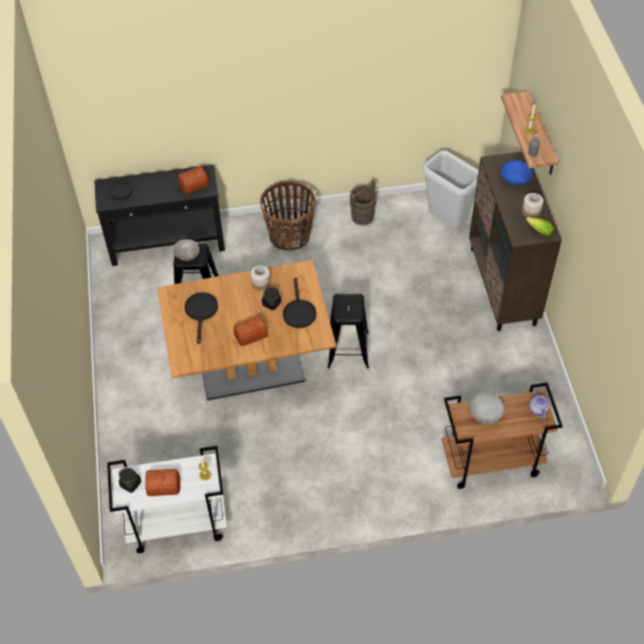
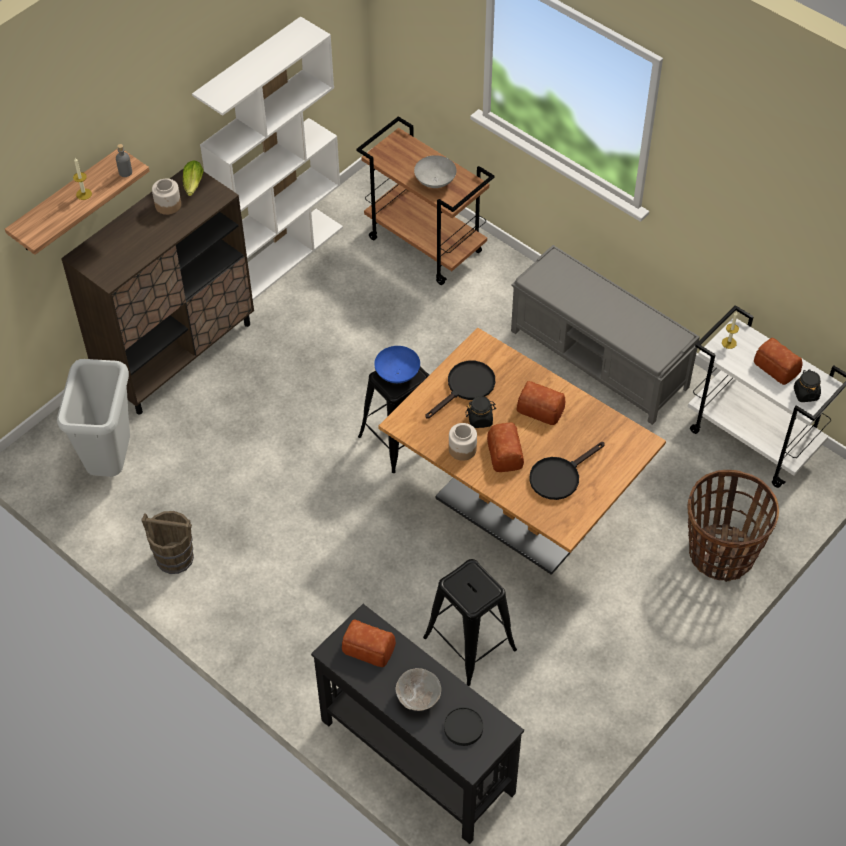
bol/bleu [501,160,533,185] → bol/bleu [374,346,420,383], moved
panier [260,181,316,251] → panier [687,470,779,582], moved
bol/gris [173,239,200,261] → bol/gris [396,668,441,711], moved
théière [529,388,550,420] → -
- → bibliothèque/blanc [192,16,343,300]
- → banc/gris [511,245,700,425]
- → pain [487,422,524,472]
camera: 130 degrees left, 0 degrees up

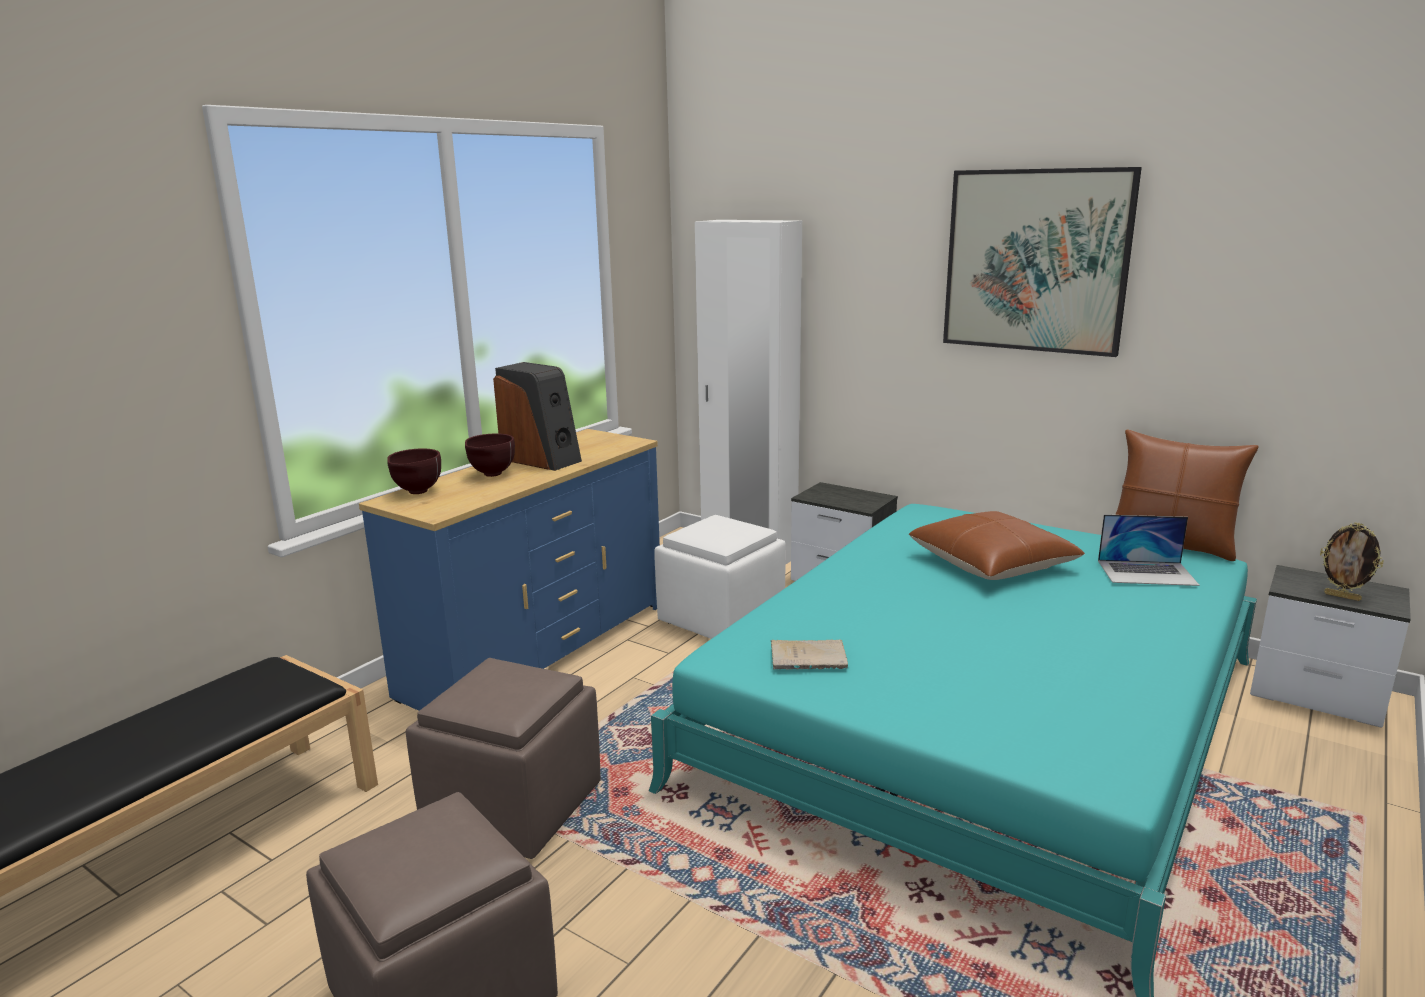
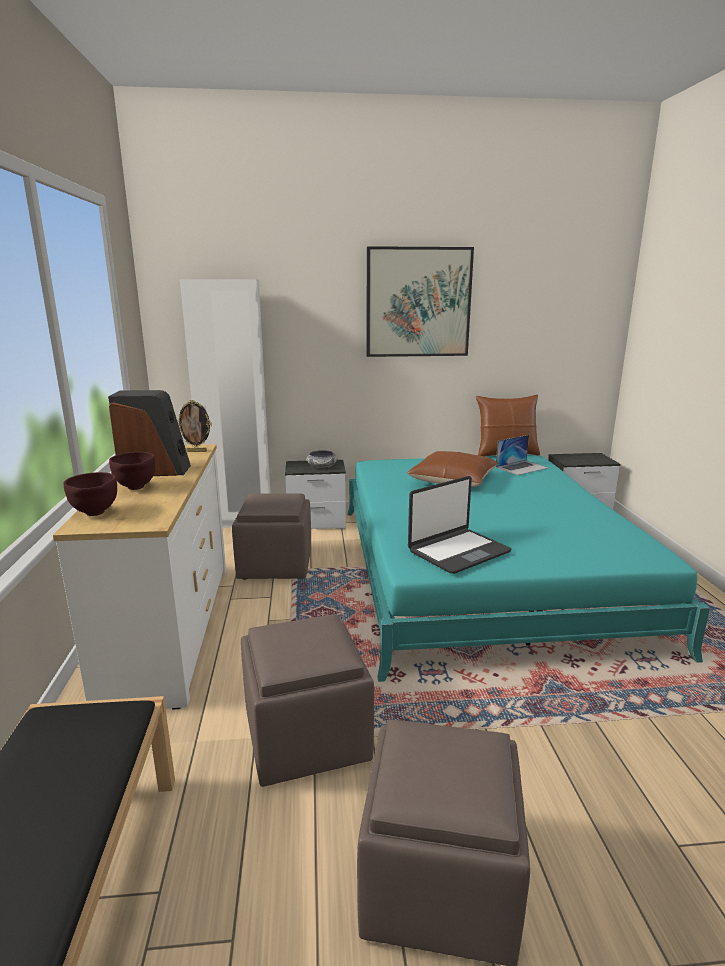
commode/bleu [359,429,660,711] → commode/blanc [53,444,226,710]
pouf/blanc [654,515,786,639] → pouf/marron [232,493,311,579]
cadre photo [1320,523,1384,601] → cadre photo [177,400,212,452], moved
livre/beige [771,639,848,670] → ordinateur portable [408,476,511,574]
- → bol [306,450,338,468]
camera: 40 degrees left, 0 degrees up

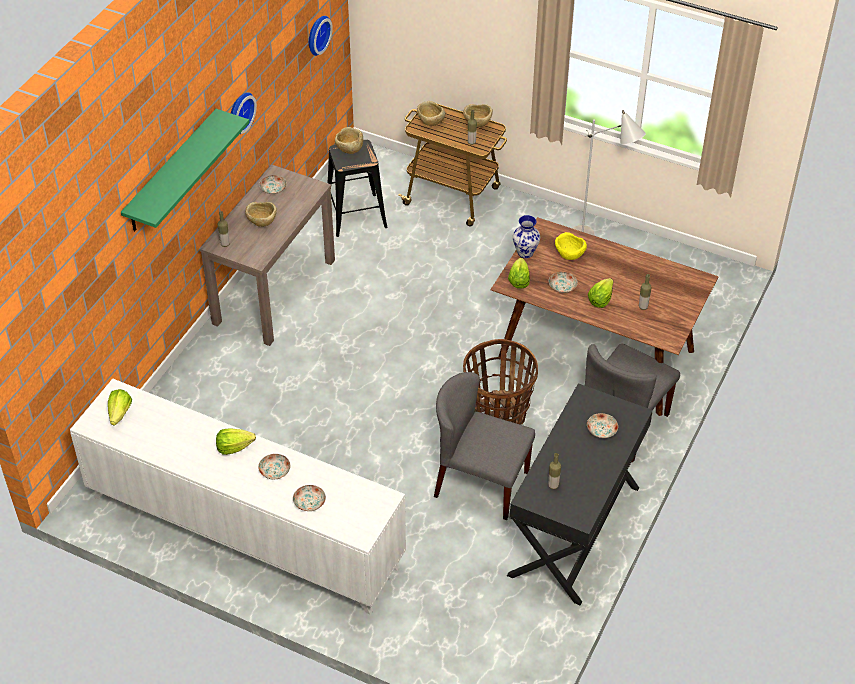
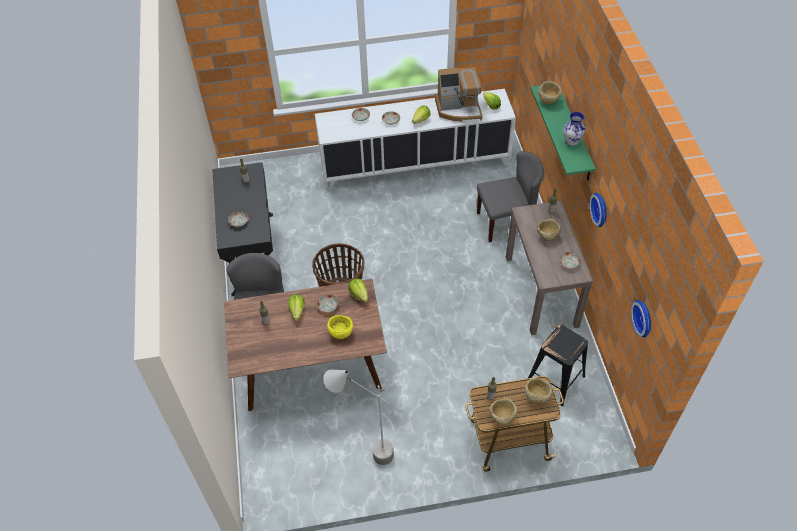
bol/beige [335,127,363,154] → bol/beige [538,81,561,104], moved
vase [513,215,540,258] → vase [563,112,586,146], moved
chaise/gris [434,372,535,520] → chaise/gris [477,151,544,242], moved
- → machine à café [435,67,483,121]
camera: 145 degrees right, 5 degrees up

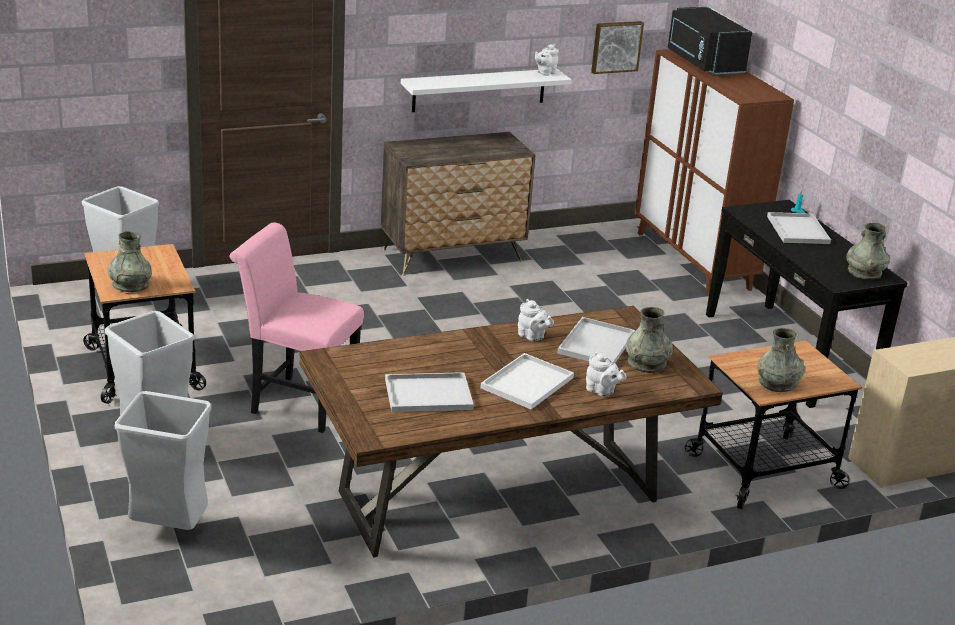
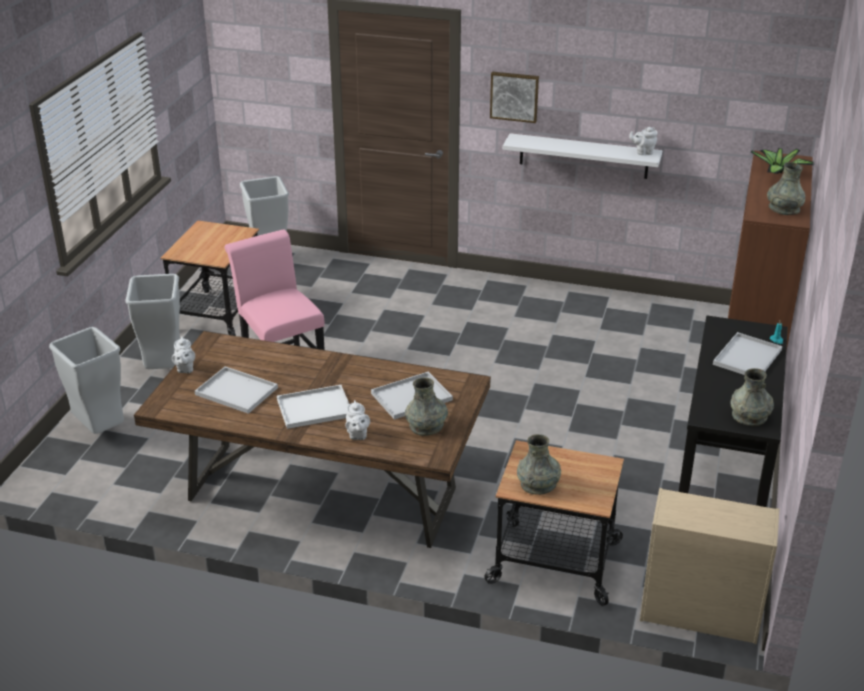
micro-ondes/noir [668,7,752,75] → plante en pot [751,148,814,174]
tableau [591,21,644,74] → tableau [490,72,539,123], moved
commode [381,132,535,276] → -
vase/gris [108,232,152,292] → vase/gris [767,162,806,215], moved
théière/blanc [518,299,554,341] → théière/blanc [172,336,195,373], moved
camera: 40 degrees right, 5 degrees up

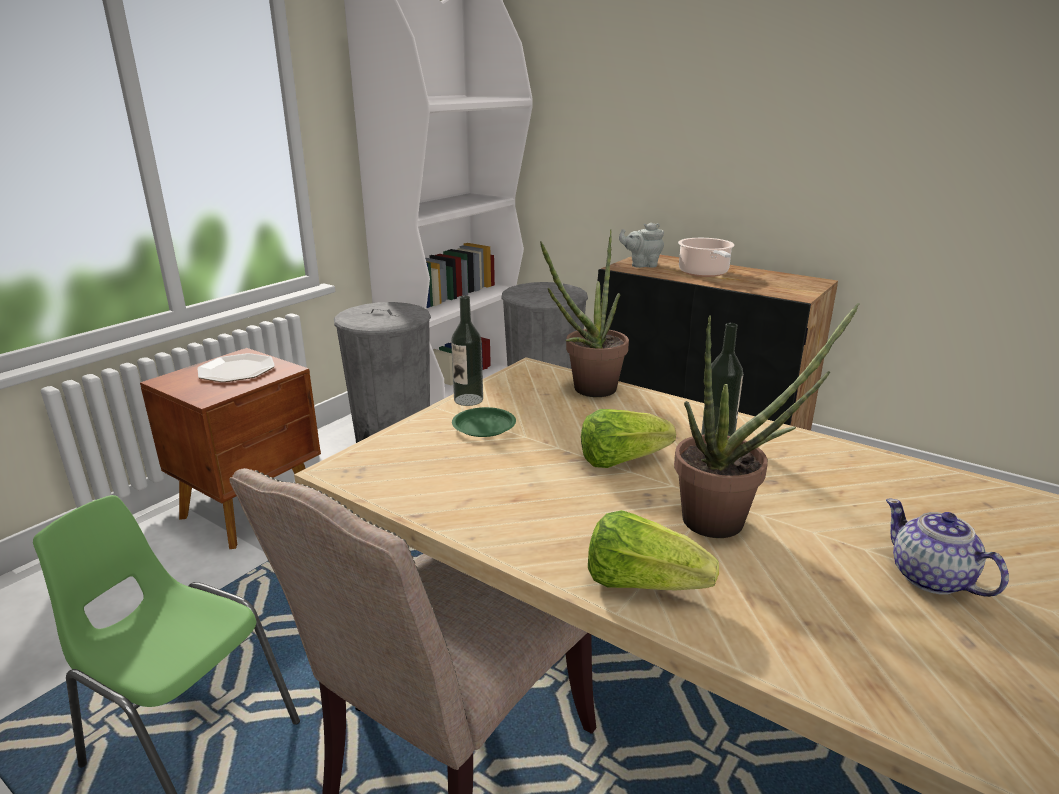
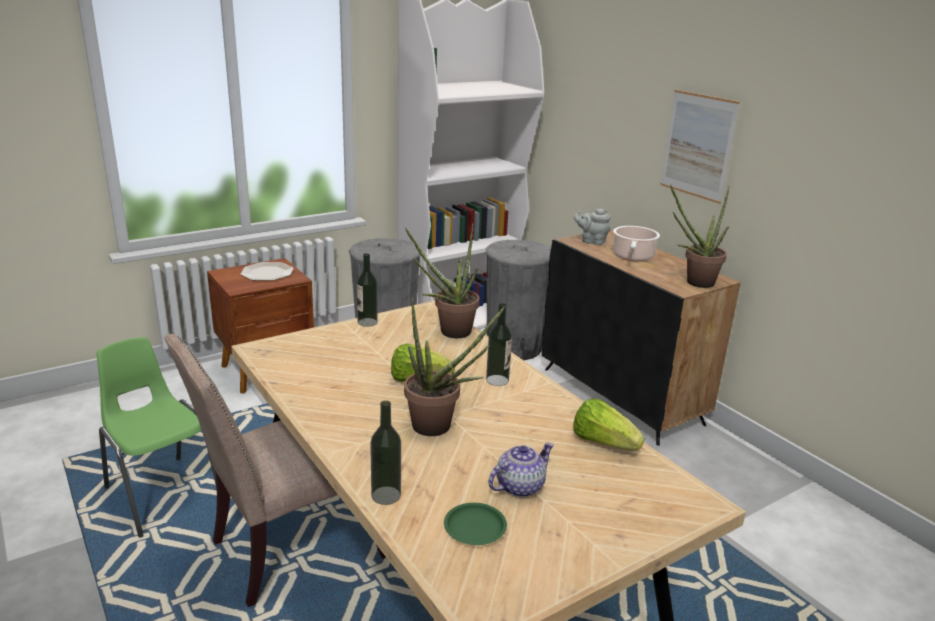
assiette/vert [452,407,516,437] → assiette/vert [444,503,507,545], moved
théière [886,499,1009,597] → théière [488,442,554,497], 60 degrees clockwise
laitue [588,510,719,590] → laitue [573,399,644,451], moved
- → tableau [660,90,740,204]
- → plante en pot [670,184,729,288]
- → bouteille [370,401,401,505]
camera: 20 degrees right, 0 degrees up

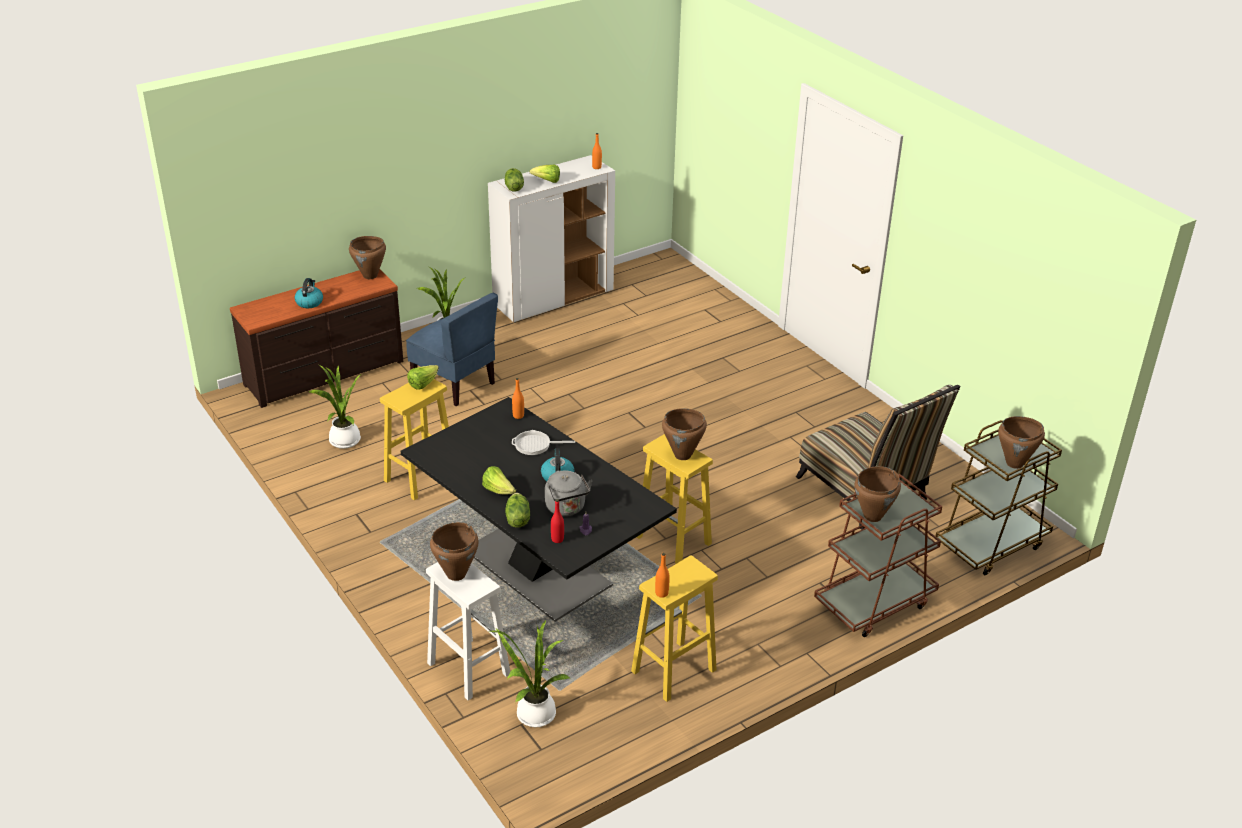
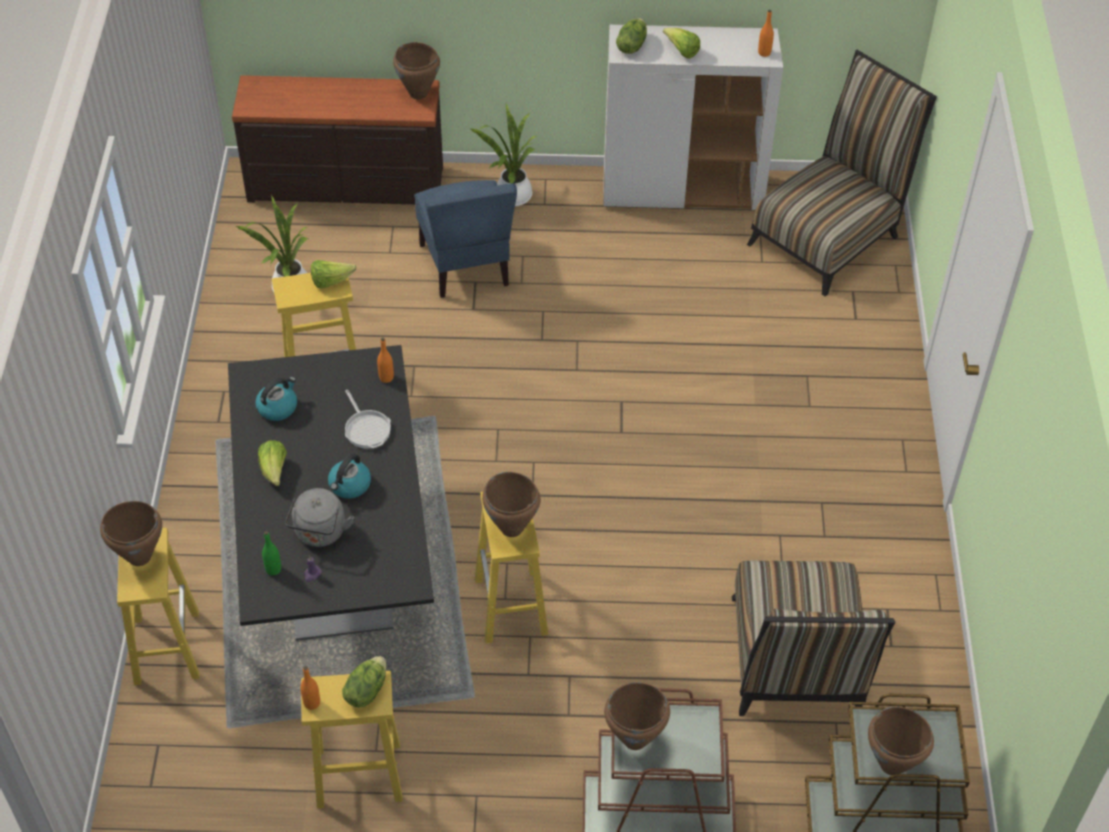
bouilloire [295,278,323,308] → bouilloire [255,377,297,421], moved
poêle [512,430,575,455] → poêle [345,390,391,449], 150 degrees counterclockwise
laitue [505,493,530,528] → laitue [342,656,387,708], moved
bouteille/rouge [551,499,564,543] → bouteille/vert [262,531,281,575]
tabouret/blanc [426,562,510,700] → tabouret/jaune [117,528,200,686]
plante en pot [488,619,570,727] → -
- → chaise [747,50,937,296]
camera: 35 degrees right, 15 degrees up

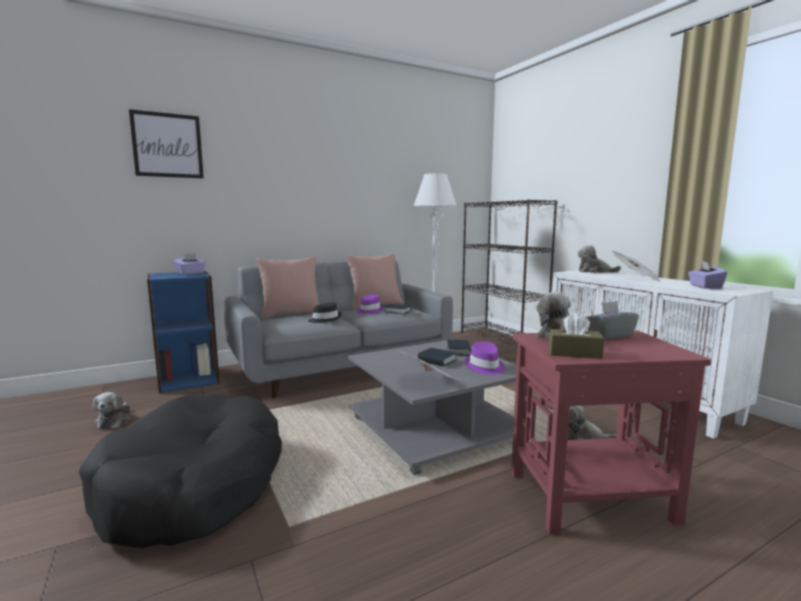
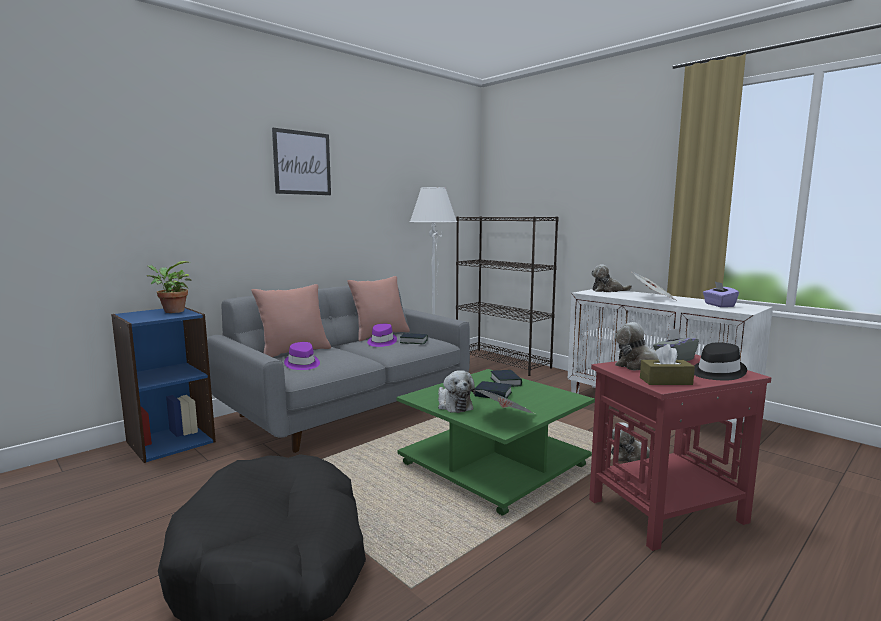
tableau [129,109,204,179] → tableau [272,128,331,195], moved
boîte à mouchoirs/violet [173,253,206,275] → plante en pot [147,261,192,313]
chapeau/noir [308,302,341,323] → chapeau/noir [694,342,747,380], moved
table basse/gris [348,339,517,475] → table basse/vert [397,369,595,516]
chapeau/violet [465,342,505,375] → chapeau/violet [284,342,320,370], moved
peluche [93,392,130,429] → peluche [438,370,476,413], moved
camera: 15 degrees left, 0 degrees up

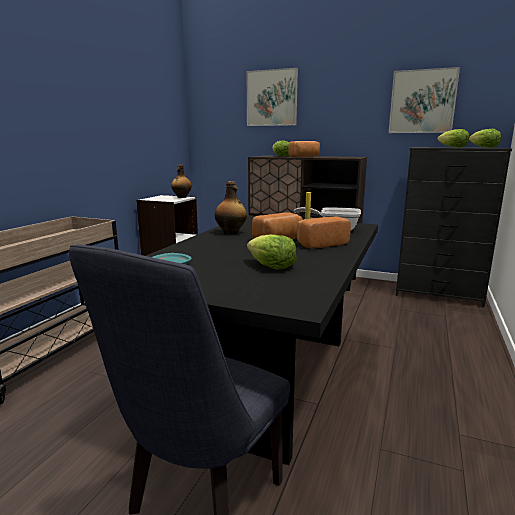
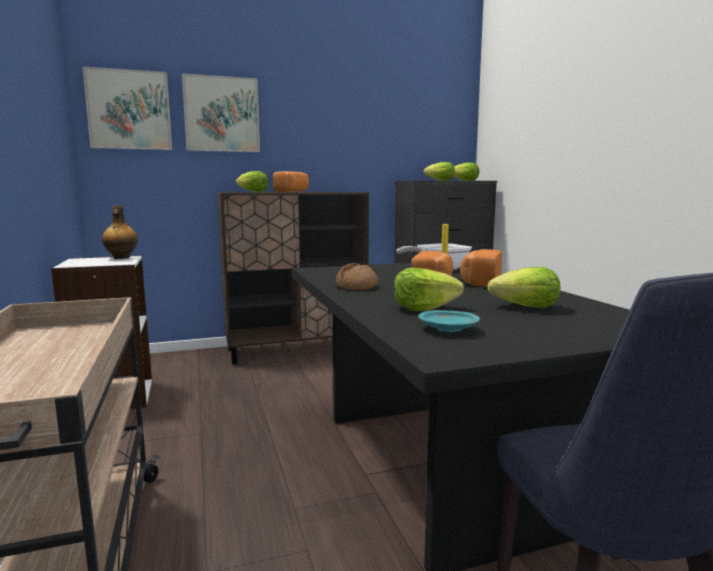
tableau [389,67,460,133] → tableau [82,66,172,150], moved
bouteille [215,181,247,234] → pain [336,263,378,290]
- → laitue [394,267,464,311]
camera: 40 degrees left, 5 degrees down

